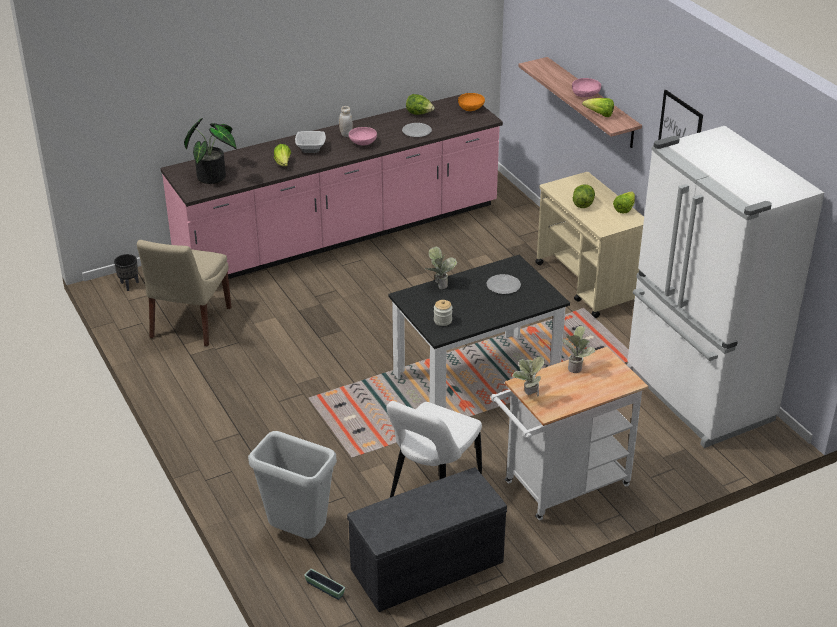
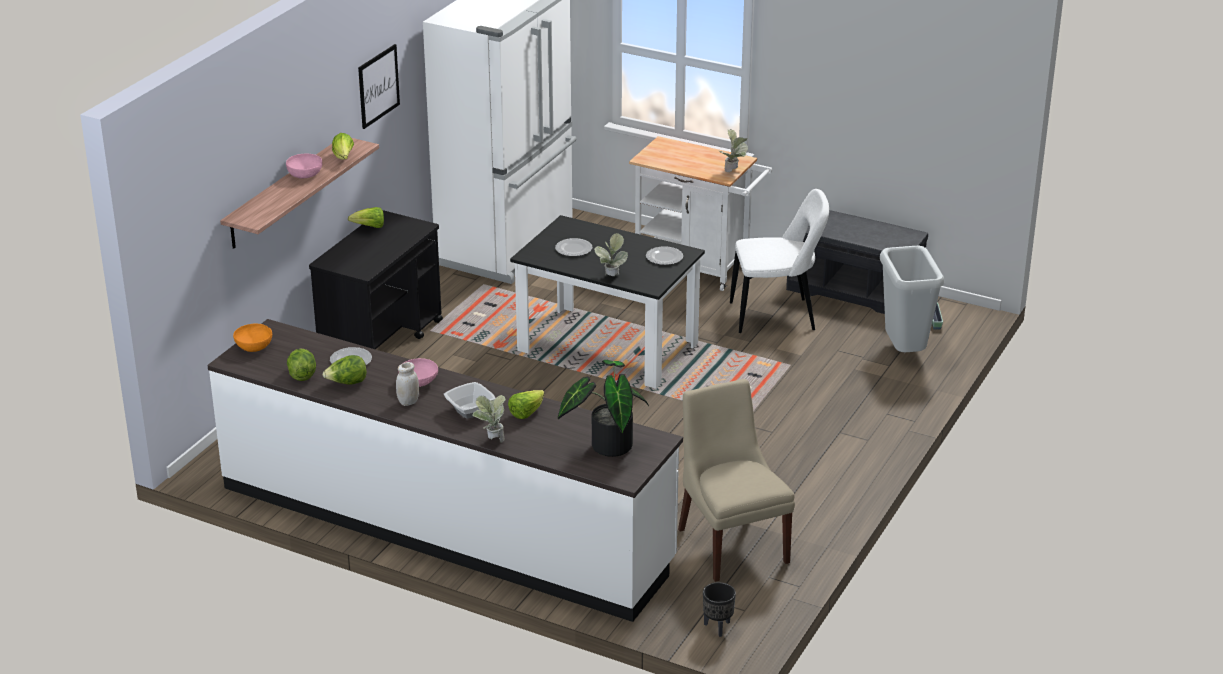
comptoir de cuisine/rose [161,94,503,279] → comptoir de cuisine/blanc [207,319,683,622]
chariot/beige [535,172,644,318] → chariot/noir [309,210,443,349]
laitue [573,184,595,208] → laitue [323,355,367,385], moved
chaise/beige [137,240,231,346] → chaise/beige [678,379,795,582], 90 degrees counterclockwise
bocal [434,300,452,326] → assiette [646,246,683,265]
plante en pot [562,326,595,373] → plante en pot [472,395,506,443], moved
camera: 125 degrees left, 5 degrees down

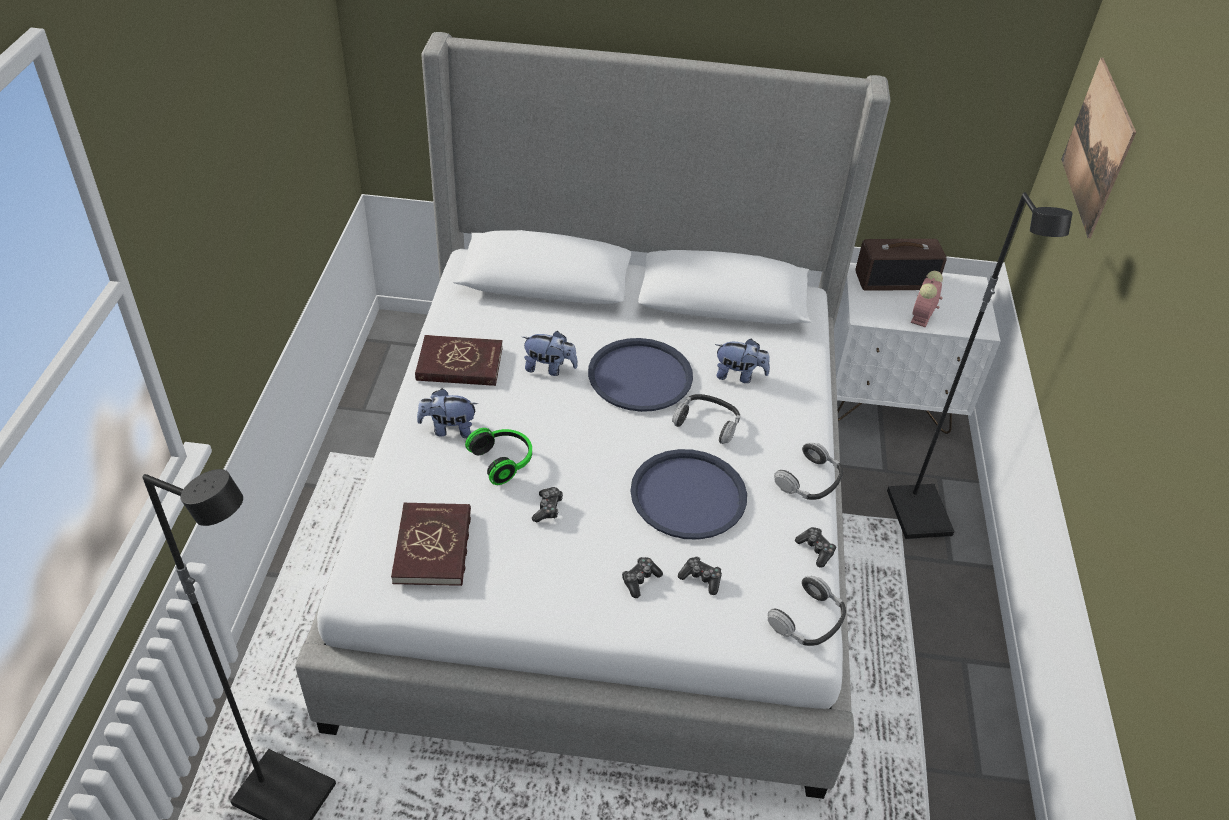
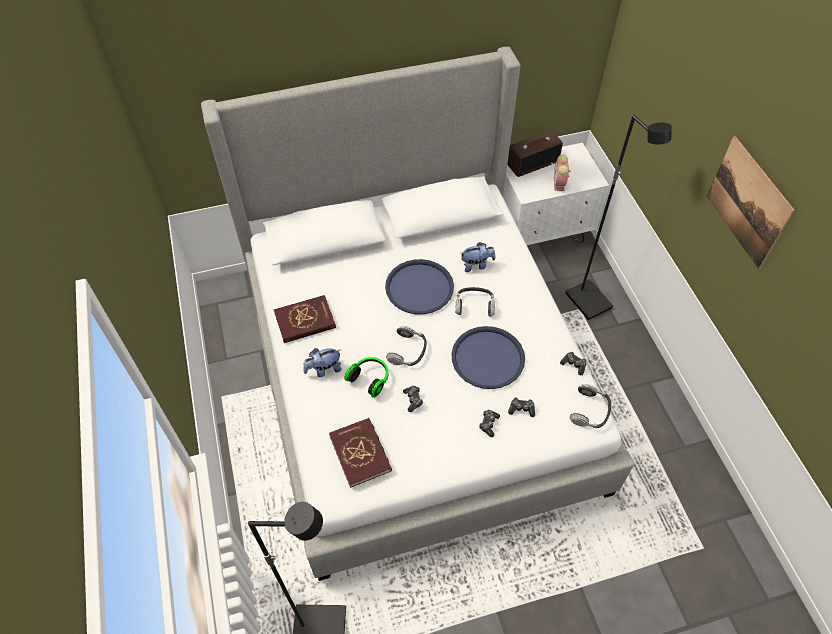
tableau [1061,58,1136,238] → tableau [707,136,795,269], moved
peluche [522,331,578,376] → -
casque audio [774,443,843,500] → casque audio [386,326,426,366], moved
camera: 20 degrees left, 10 degrees up

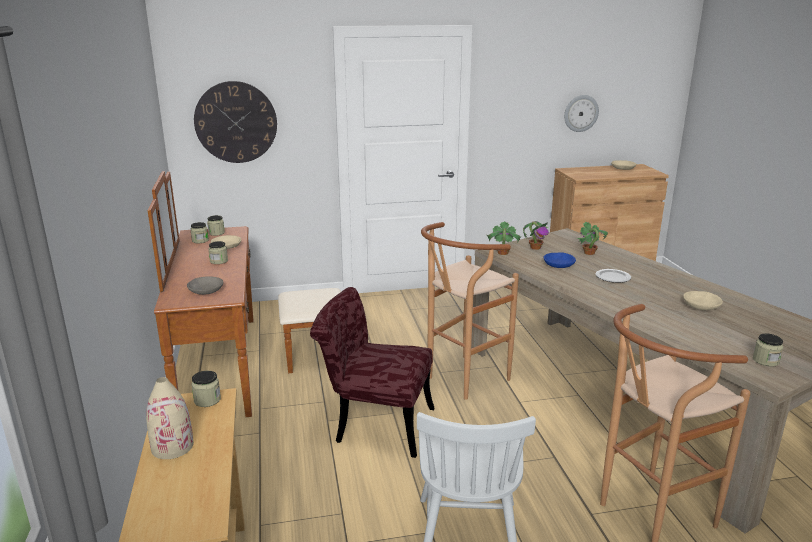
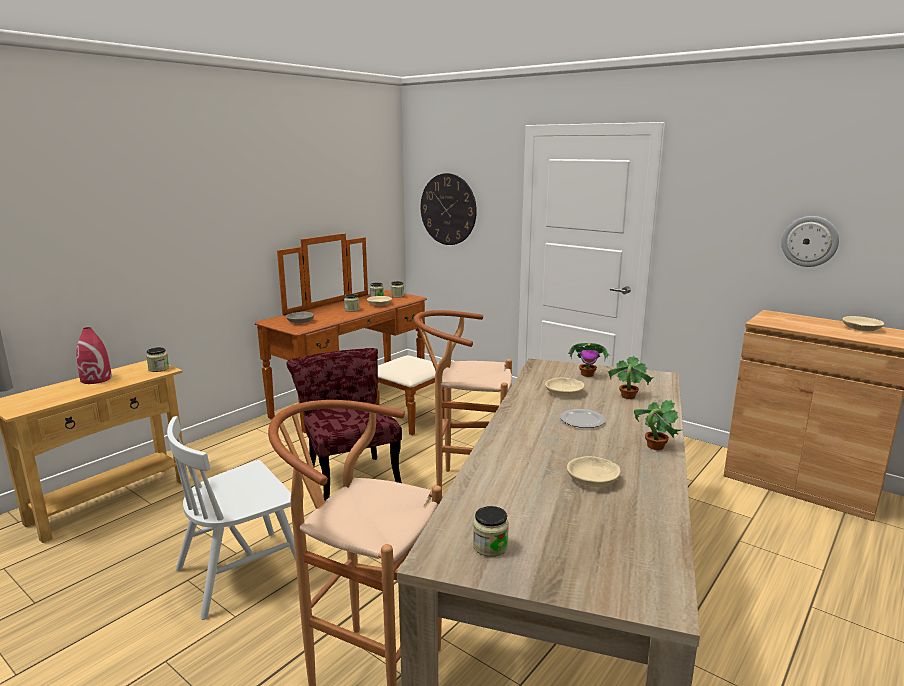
plante en pot [487,221,522,255] → plante en pot [634,400,681,450], moved
bol/bleu [544,252,576,268] → bol/beige [545,378,584,397]
vase/beige [146,377,194,459] → vase/rouge [76,327,112,384]
camera: 50 degrees right, 5 degrees down

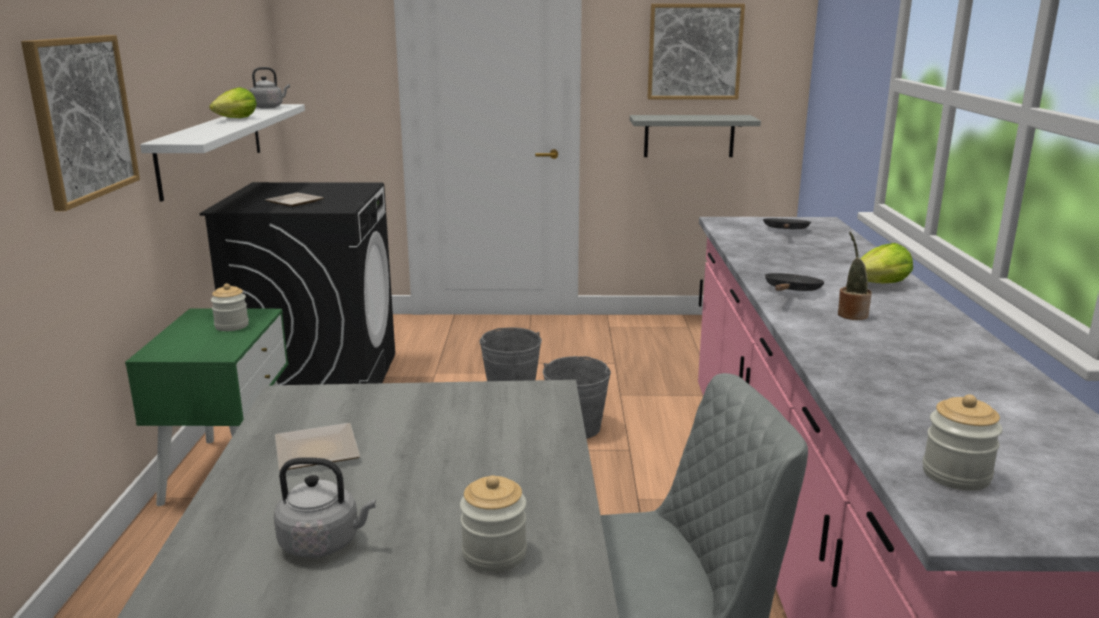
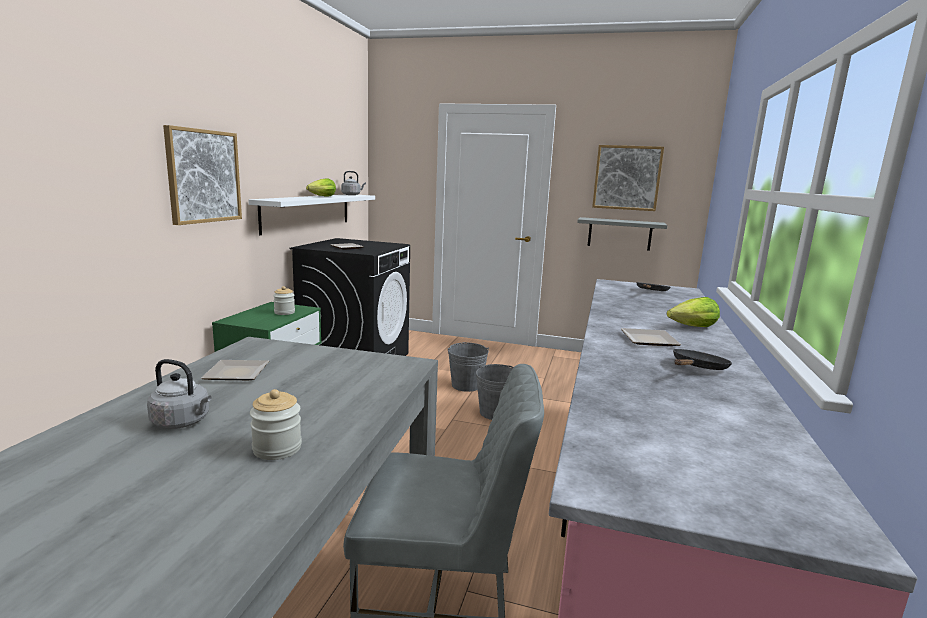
plante en pot [838,231,872,320] → assiette [621,328,681,346]
poêle/noir [765,273,825,291] → poêle/noir [673,349,732,370], moved
bocal [923,395,1003,491] → -
camera: 15 degrees right, 5 degrees down

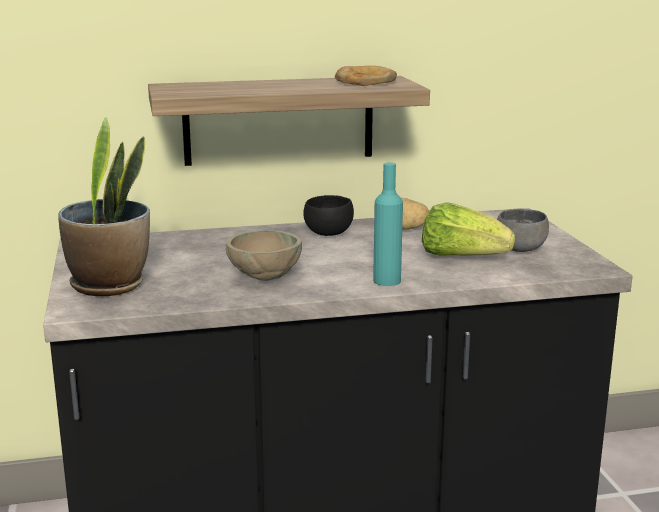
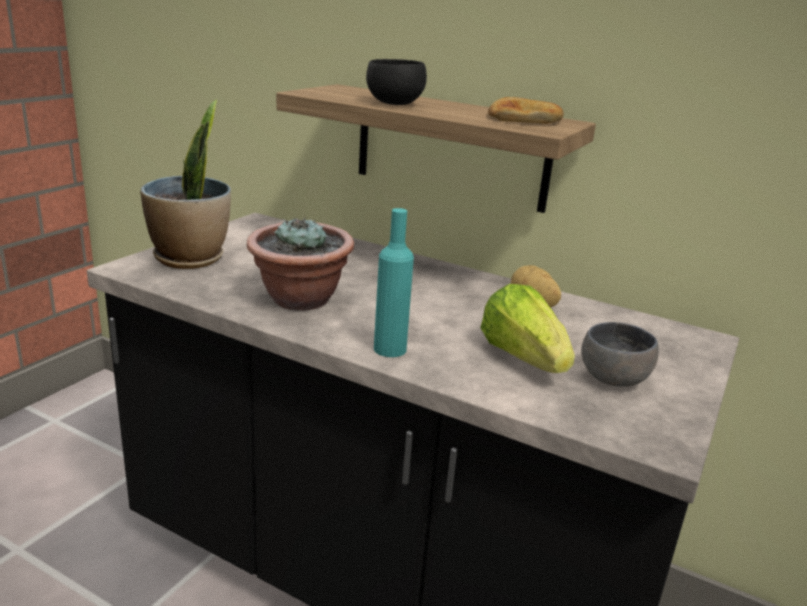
bol/noir [303,195,354,236] → bol/noir [366,59,427,105], moved
bol/beige [226,230,302,281] → plante en pot [247,218,354,311]
camera: 40 degrees right, 5 degrees up

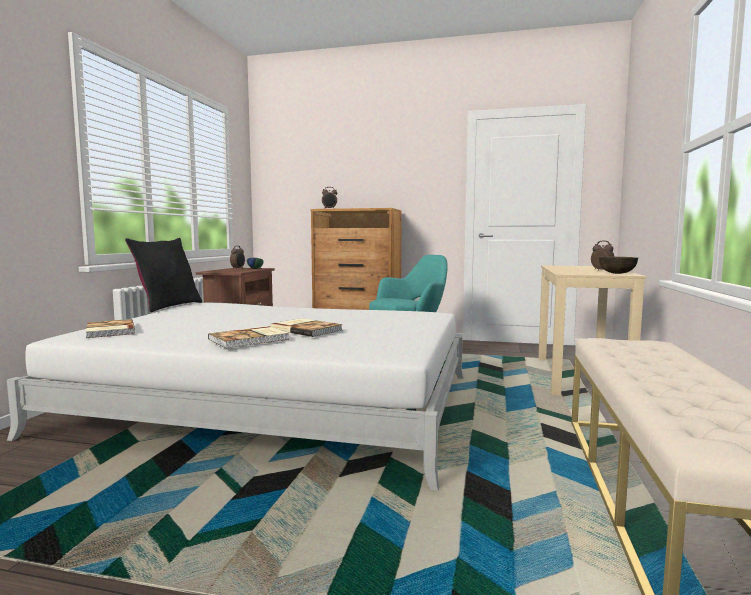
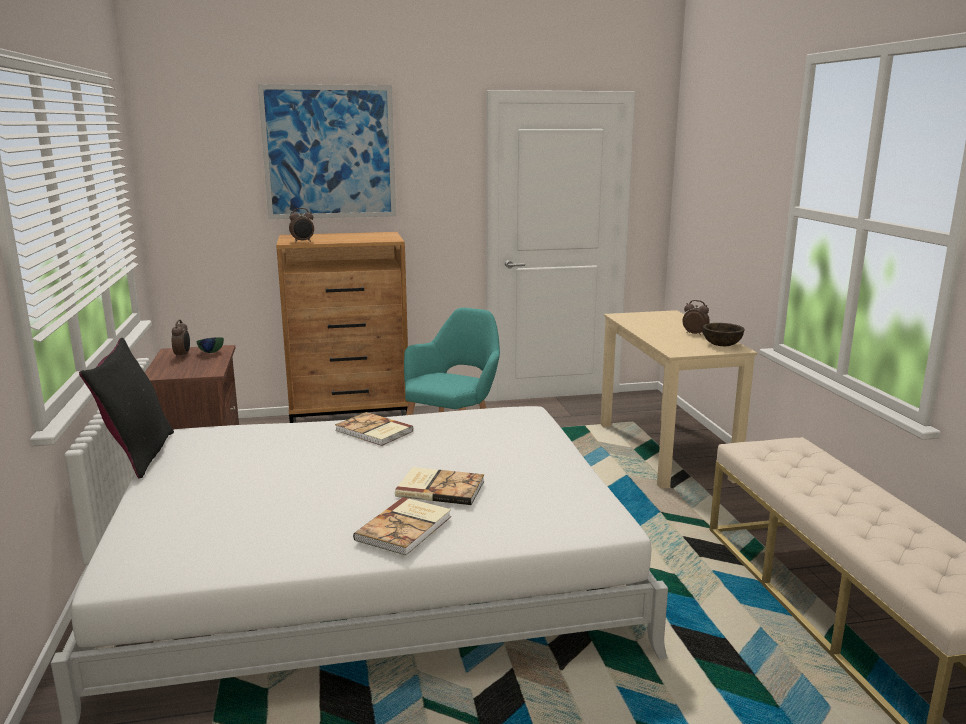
livre [86,319,136,338] → livre [335,412,414,446], moved
- → tableau [258,84,396,219]
camera: 25 degrees left, 10 degrees up

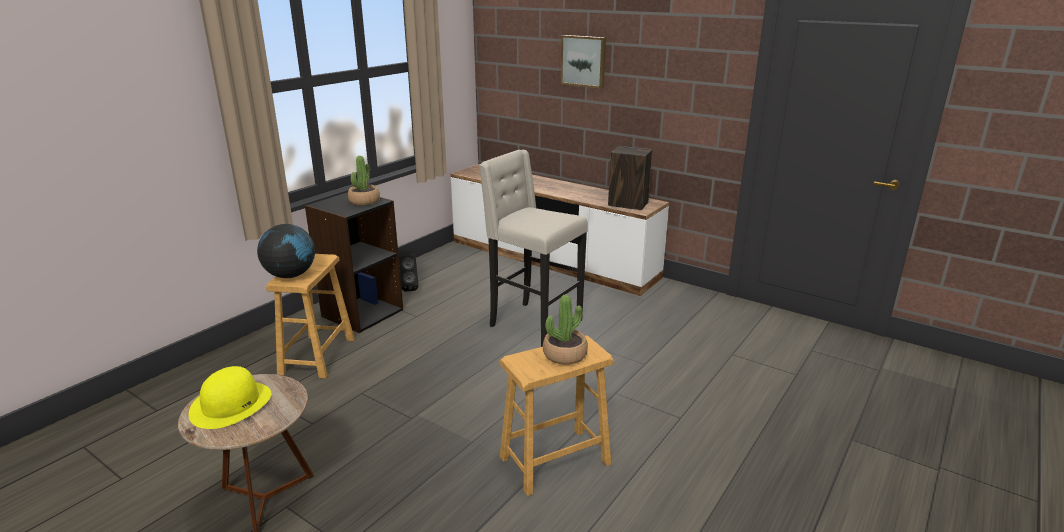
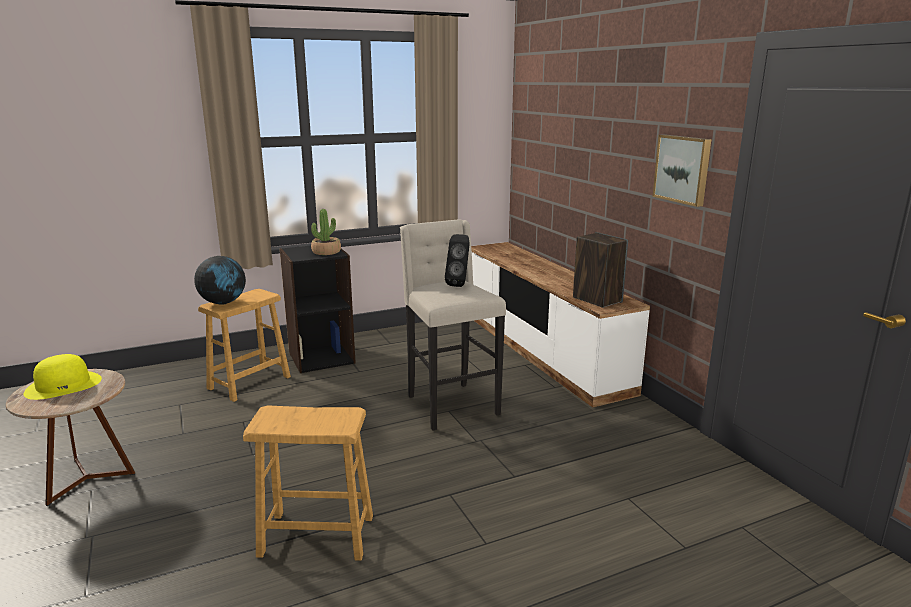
tableau [561,35,606,89] → tableau [652,134,711,207], moved
enceinte/noir [399,250,419,292] → enceinte/noir [445,234,470,287], moved
plante en pot [543,295,588,365] → -
camera: 30 degrees right, 5 degrees down

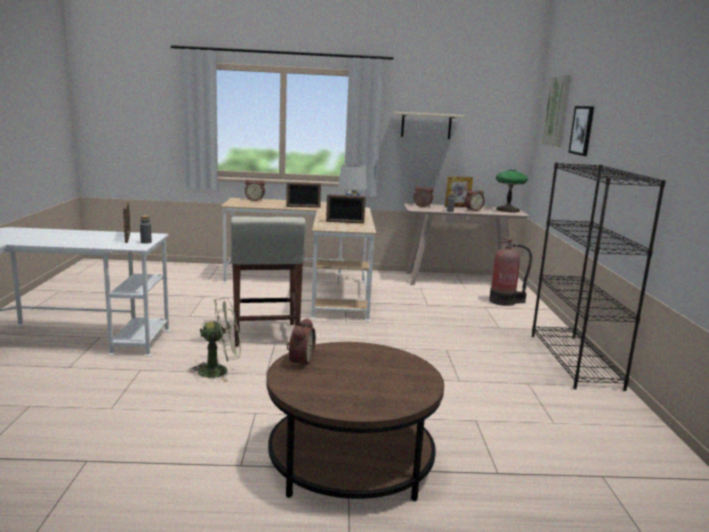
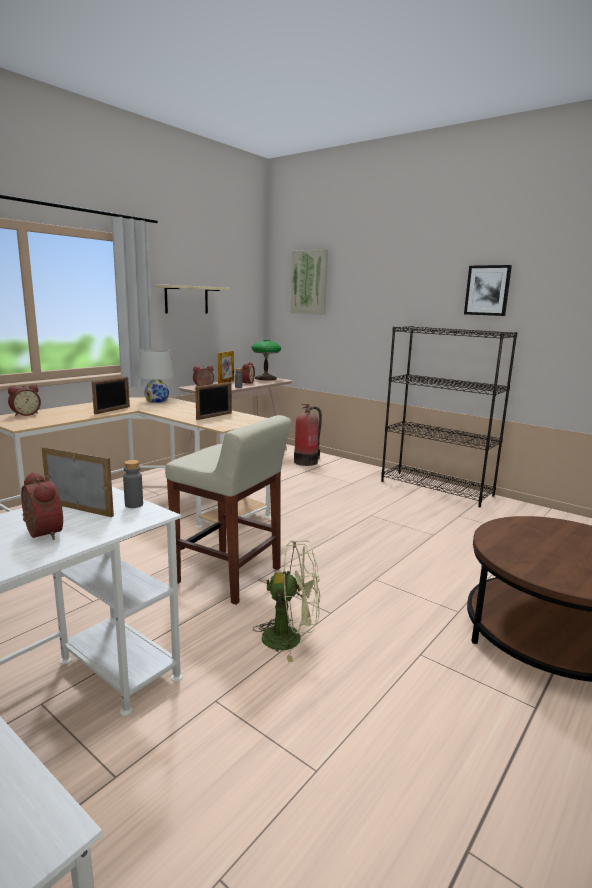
tableau [568,106,594,156] → tableau [464,265,512,316], moved
ventilateur/vert [189,298,241,382] → ventilateur/vert [253,540,320,662], 75 degrees clockwise
réveil [287,318,316,368] → réveil [21,472,63,540], moved
camera: 50 degrees left, 0 degrees up

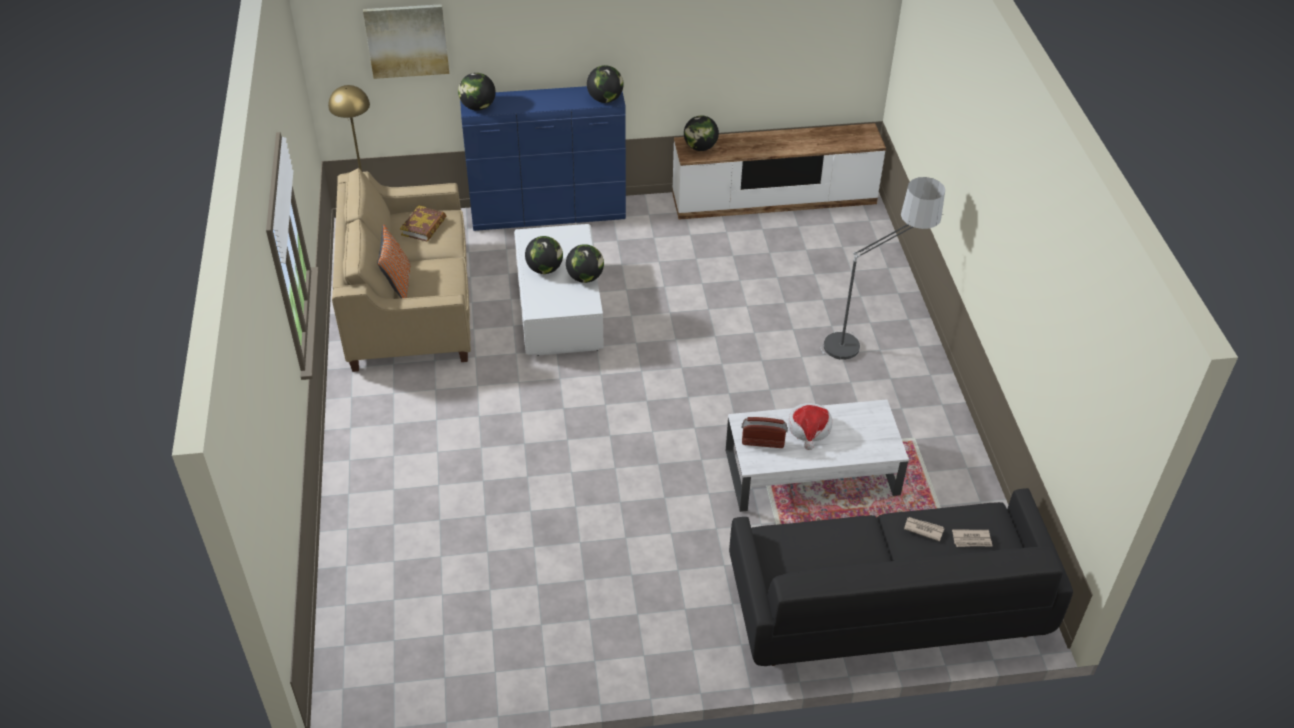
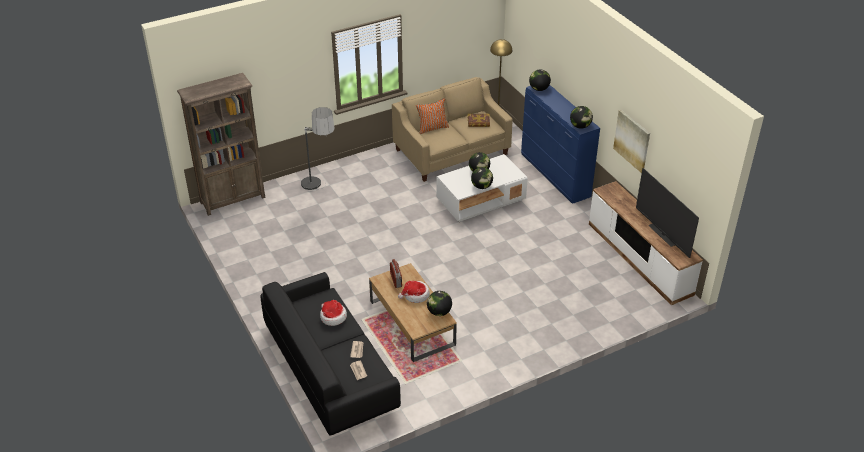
tableau [363,4,449,79] → tableau [613,110,650,173], moved
globe [684,116,719,151] → globe [427,291,452,316], moved
lampadaire [821,177,945,360] → lampadaire [301,107,334,190], moved
table basse/blanc [726,399,909,512] → table basse/marron [369,263,457,362]
- → bibliothèque/marron [177,73,265,216]
- → téléviseur [636,168,699,258]
- → chapeau [320,300,347,326]
camera: 70 degrees right, 5 degrees down

